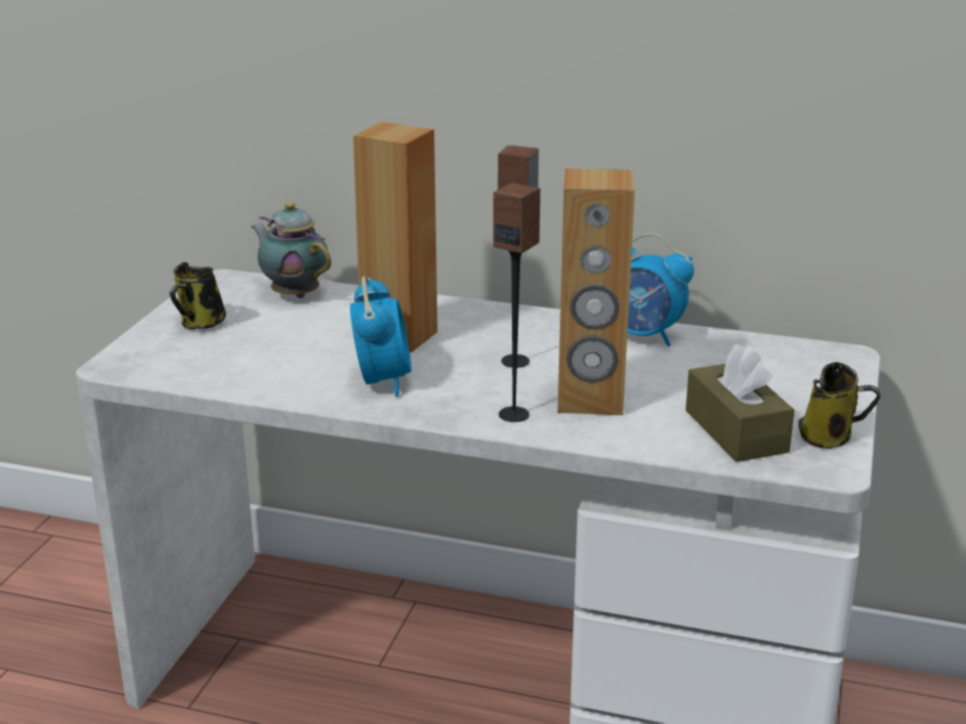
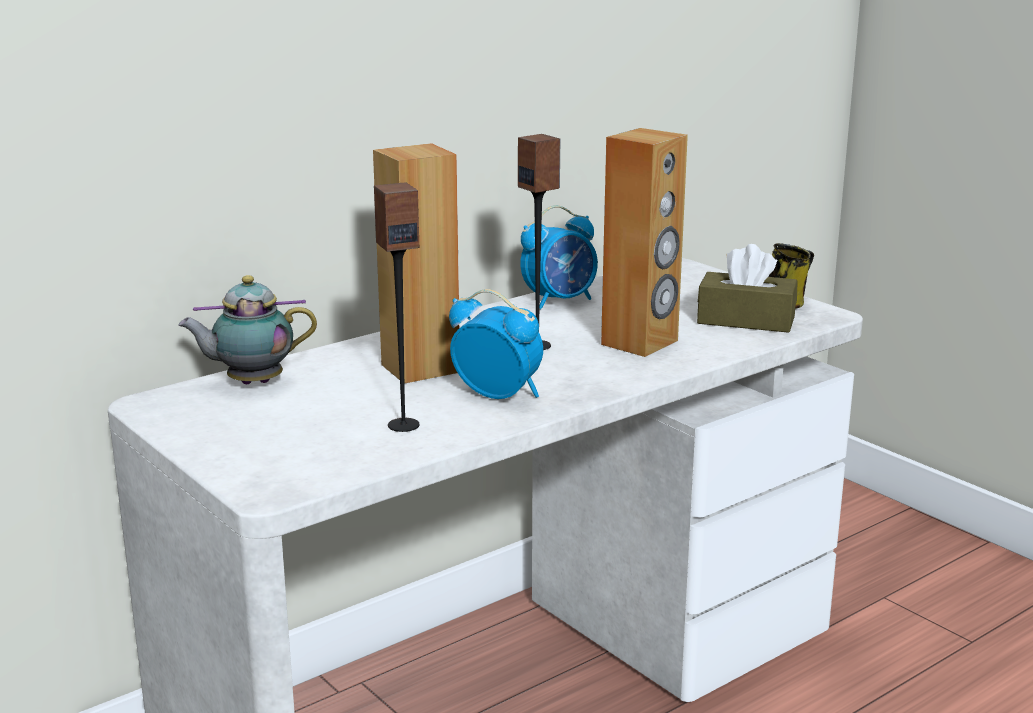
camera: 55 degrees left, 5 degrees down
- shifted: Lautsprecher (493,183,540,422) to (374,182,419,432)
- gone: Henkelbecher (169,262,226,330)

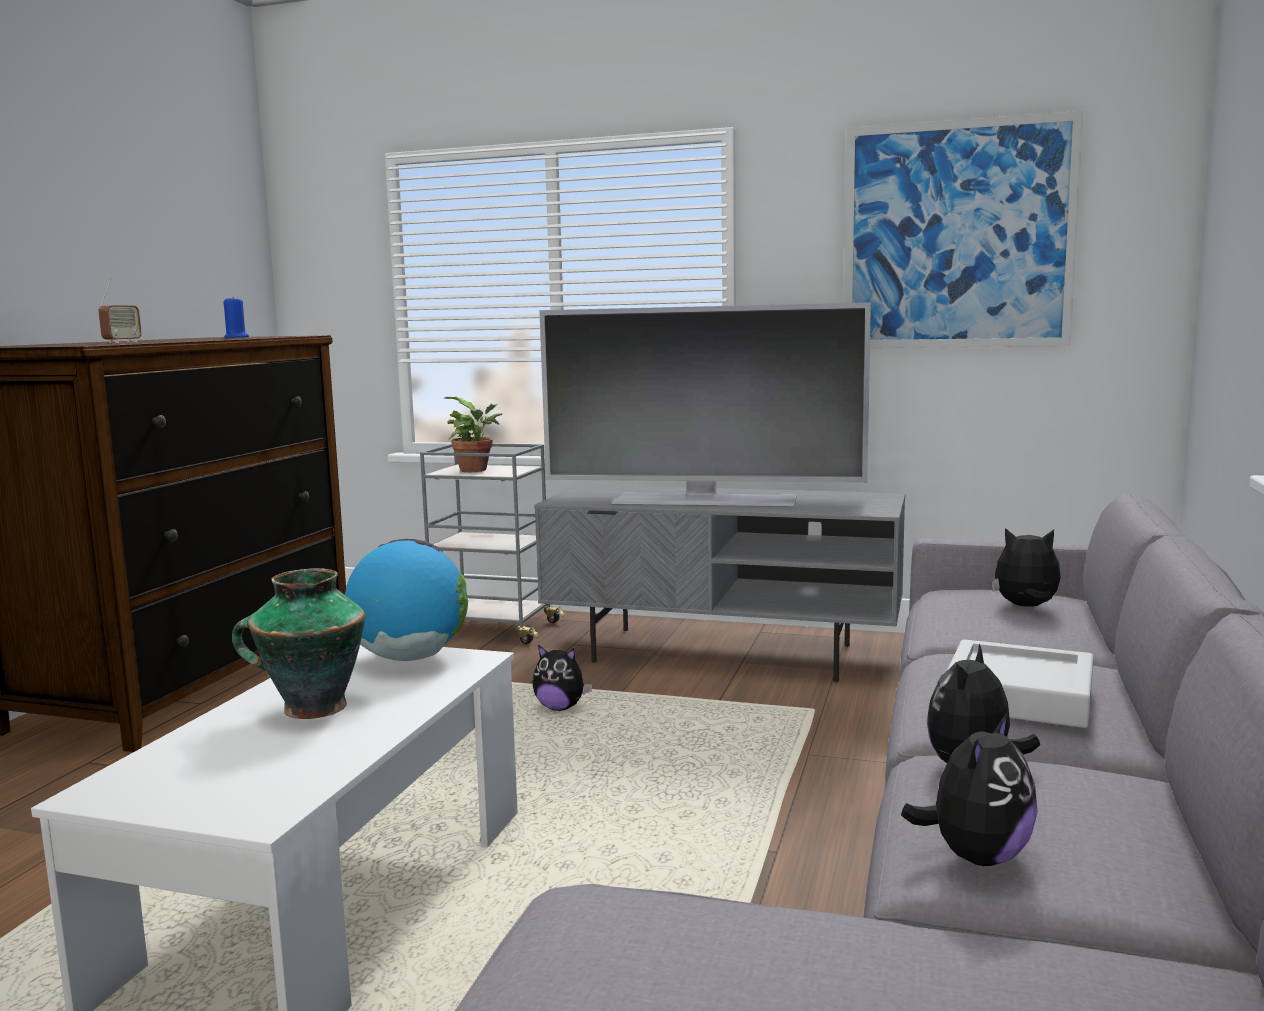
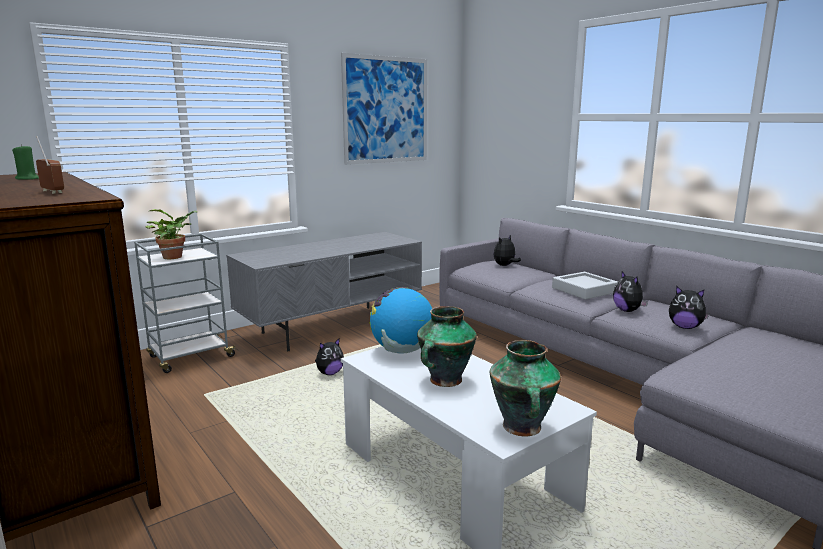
camera: 55 degrees left, 5 degrees up
- repainted: Kerze [blau] (223,297,249,338) to Kerze [grün] (12,144,39,180)
- new: Vase (490,340,561,436)
- rotated: Plüschtier (901,713,1038,866) = (669,286,709,329) 135 degrees clockwise
- gone: Fernseher (539,302,871,508)

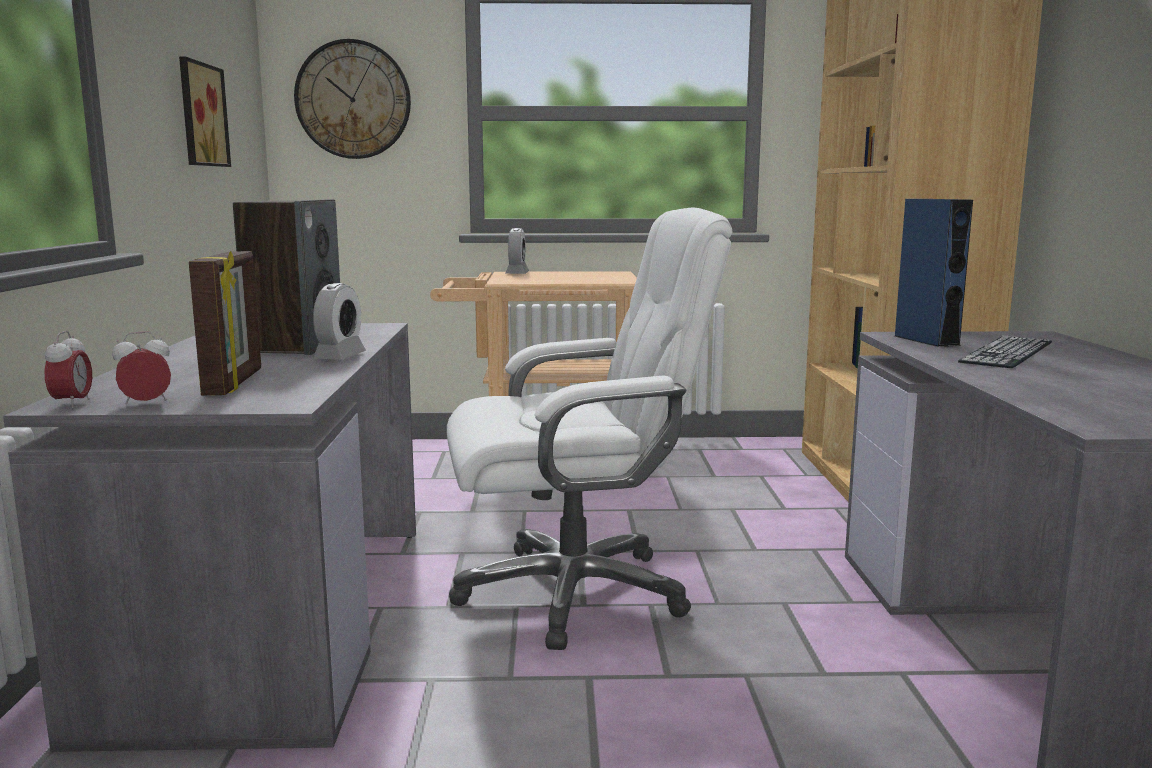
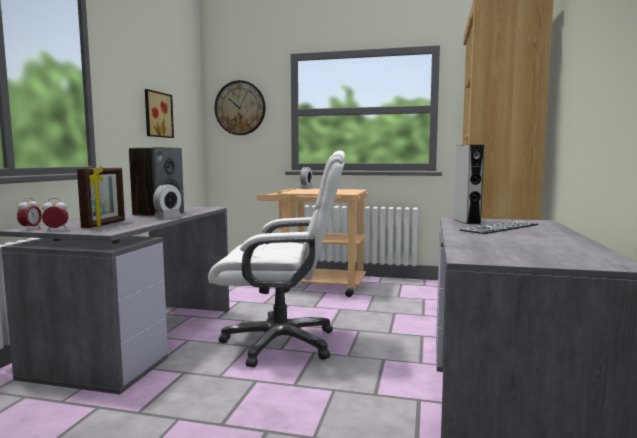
camera: 15 degrees right, 5 degrees down
- repainted: Lautsprecher [blau] (894,199,973,347) to Lautsprecher [grau] (453,145,484,225)

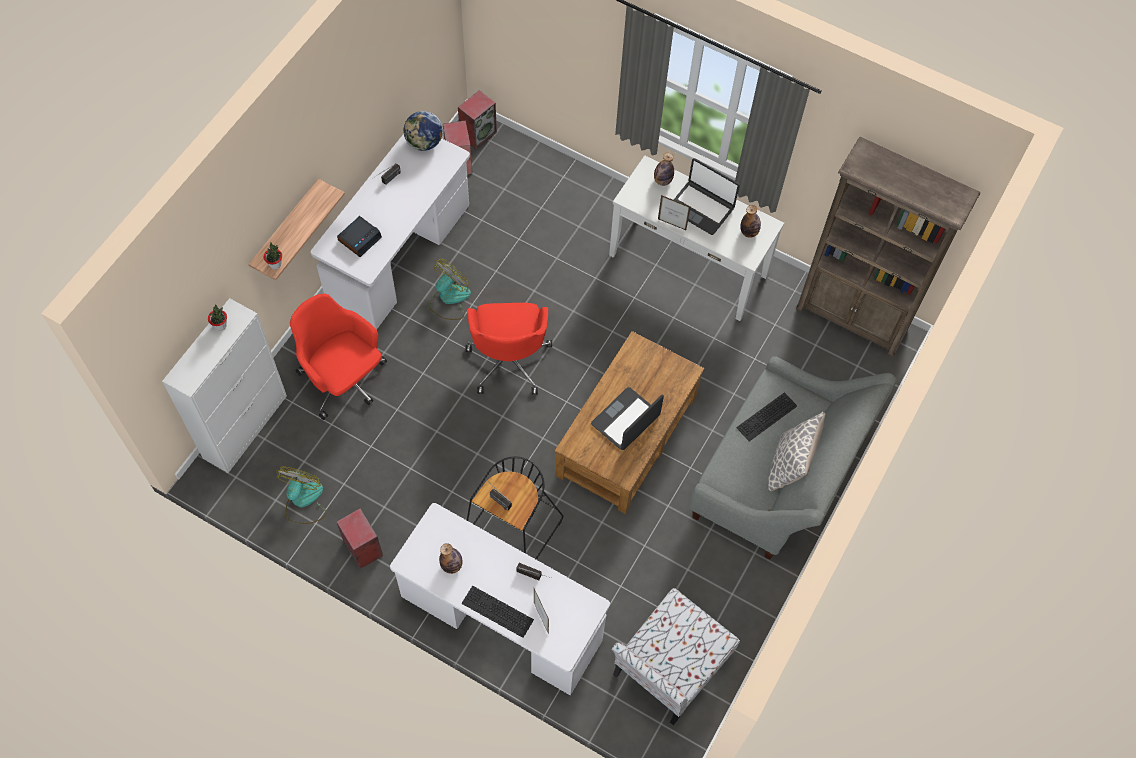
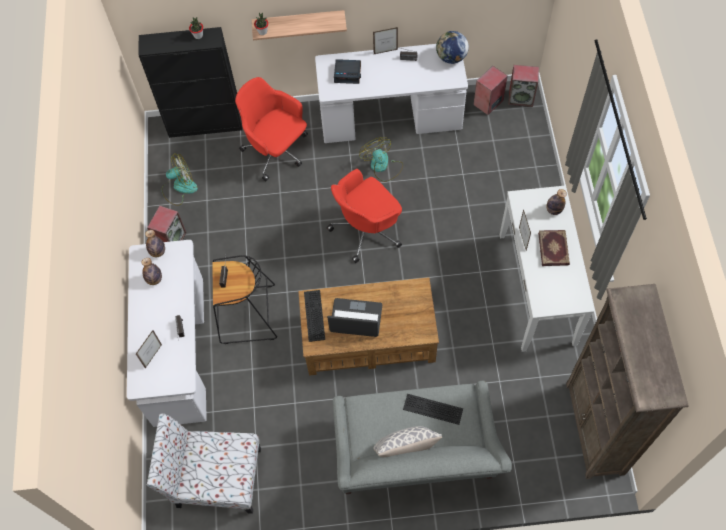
camera: 60 degrees right, 0 degrees up
- repainted: Schrank [weiß] (162,298,287,473) to Schrank [schwarz] (138,27,243,138)
- shifted: Flasche (740,205,761,238) to (145,230,165,257)
- rotated: Bürostuhl [rot] (290,294,387,420) = (235,77,308,181) 60 degrees counterclockwise
- shifted: Tastatur (461,585,534,638) to (304,290,325,342)
- rotated: Ventilator (430,258,471,320) = (359,137,403,182) 120 degrees counterclockwise
- new: Bilderrahmen (373,27,398,54)
- swapped: Laptop (674,158,740,235) to Buch (538,230,570,266)

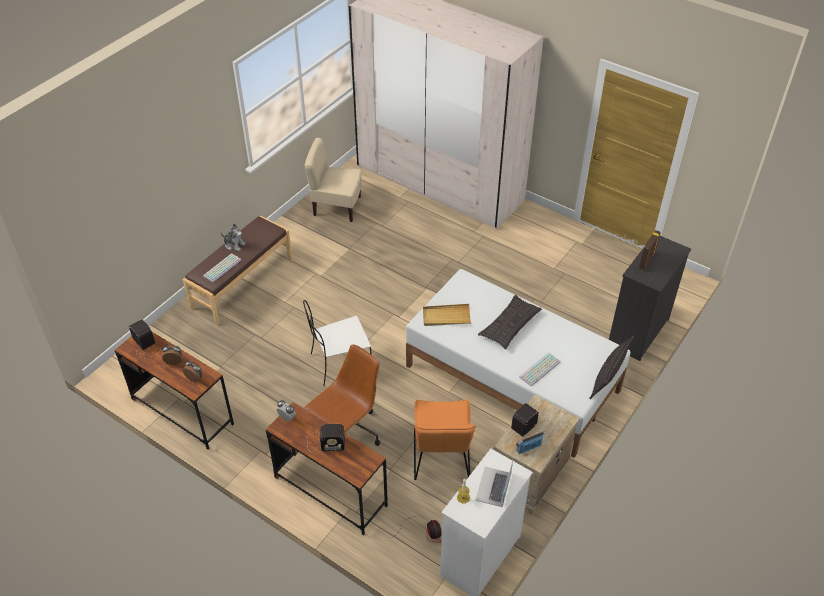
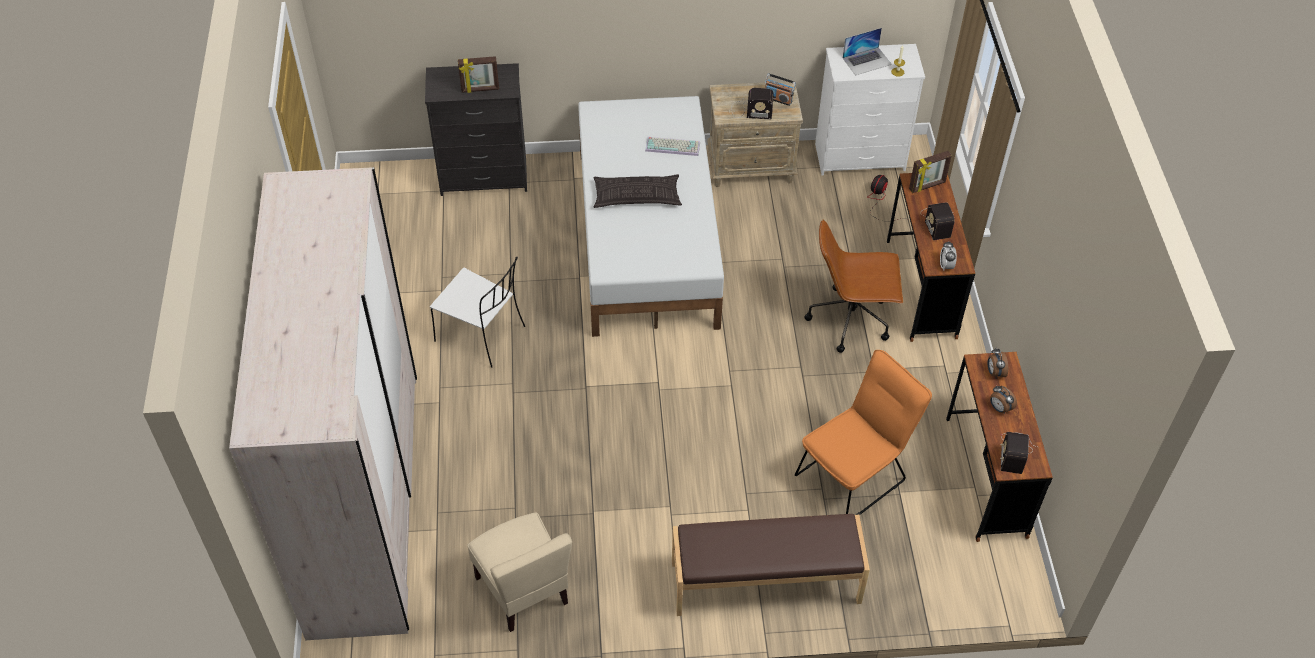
camera: 130 degrees left, 5 degrees up
- shifted: Stuhl [weiß] (303,300,371,386) to (430,257,525,368)
- shifted: Stuhl [orange] (414,400,476,480) to (795,350,932,515)
- new: Bilderrahmen (909,151,952,193)
- rotated: Radio (307,424,345,452) = (920,202,954,240) 150 degrees counterclockwise
- gone: Tastatur (203,253,241,282)
- gone: Plüschtier (220,224,246,251)
- gone: Tablett [beige] (423,304,471,326)
- gone: Kissen (589,335,634,399)

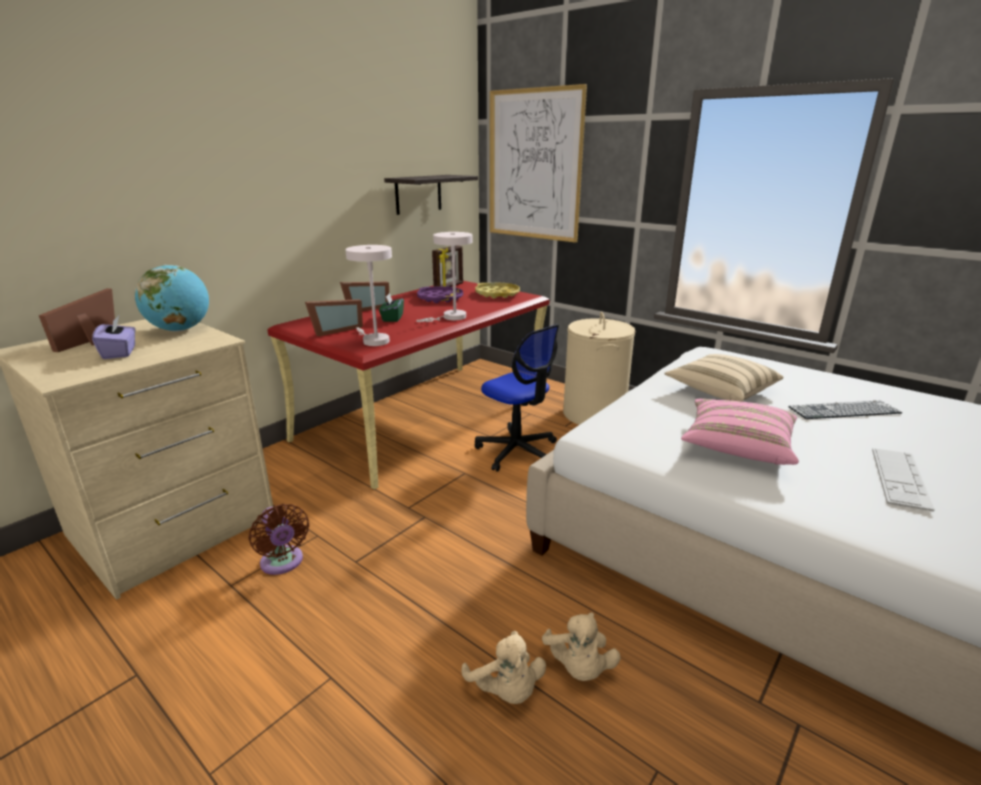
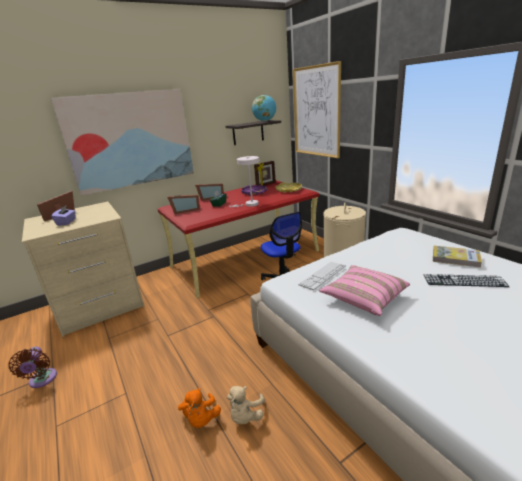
camera: 20 degrees right, 0 degrees up
- shifted: Ventilator [braun] (249,504,309,575) to (8,347,57,388)
- new: Bild (51,89,194,196)
- repainted: Plüschtier [beige] (461,631,546,704) to Plüschtier [orange] (178,388,221,428)
- shifted: Globus (135,265,209,332) to (252,95,276,121)
- shifted: Tastatur (872,448,935,512) to (298,262,346,290)
- new: Buch (433,246,482,268)
- gone: Tischlampe [weiß] (345,245,392,346)
- gone: Kissen [beige] (664,354,783,401)

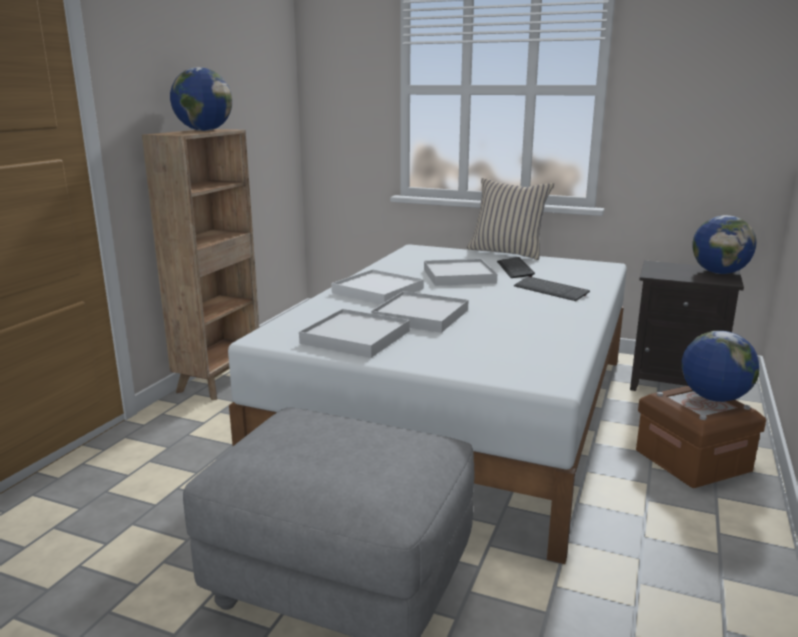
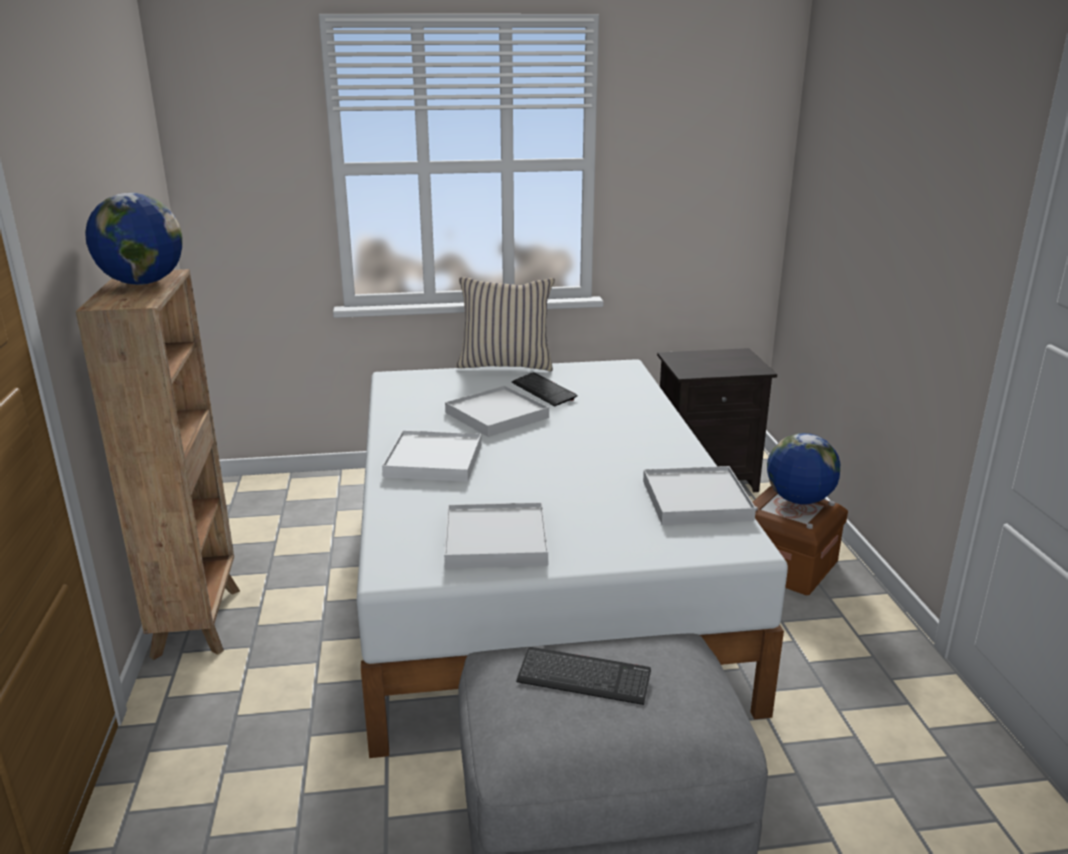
camera: 30 degrees left, 5 degrees up
- shifted: Tastatur (514,277,590,301) to (516,647,651,705)
- shifted: Tablett [weiß] (371,291,469,333) to (643,466,756,525)
- gone: Globus (692,215,757,274)

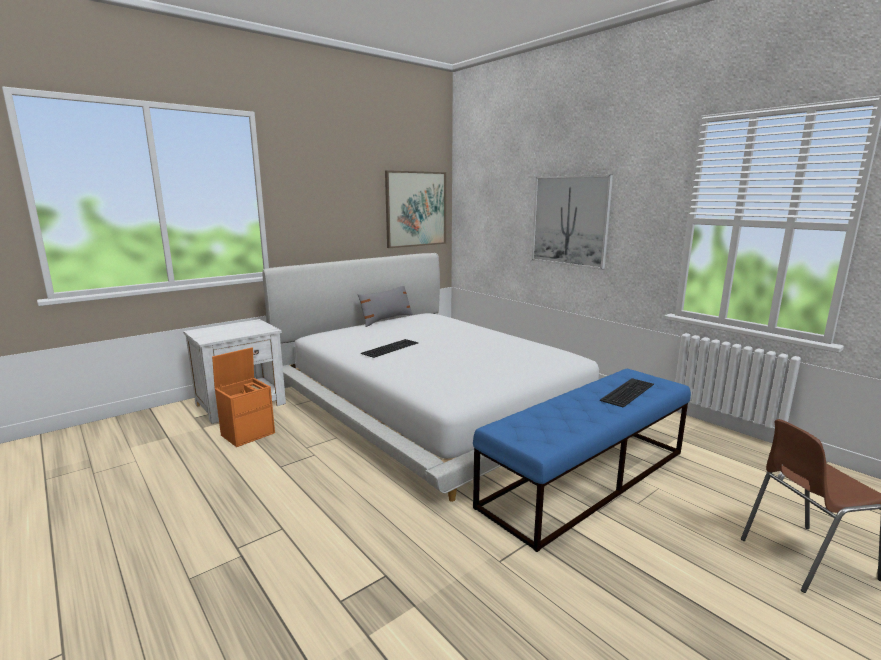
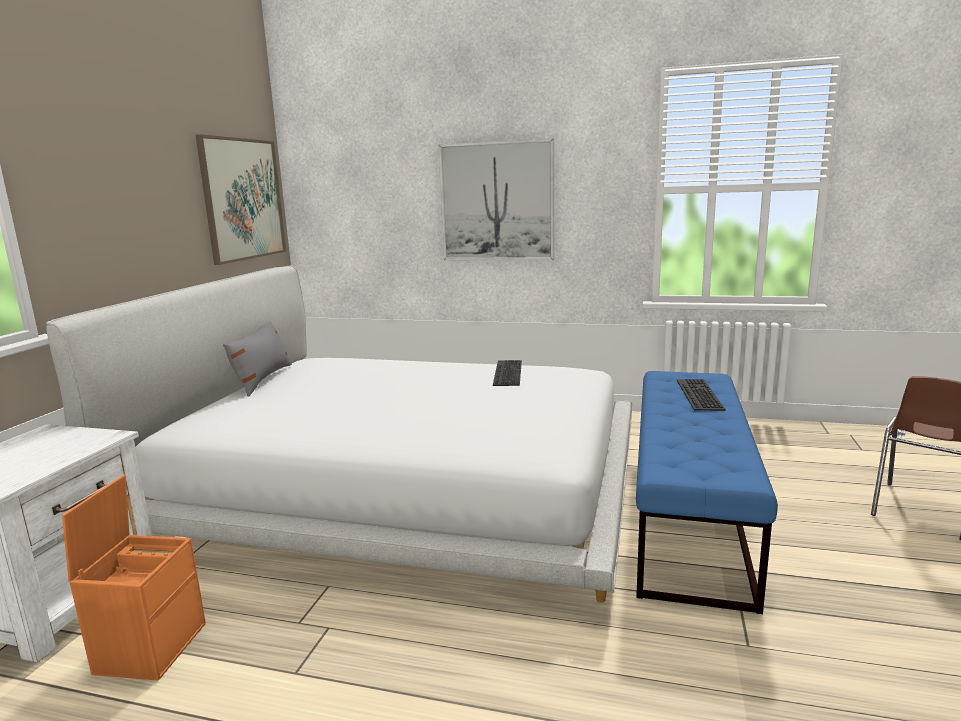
camera: 35 degrees left, 0 degrees up
- shifted: Tastatur (361,339,418,358) to (493,360,522,386)

